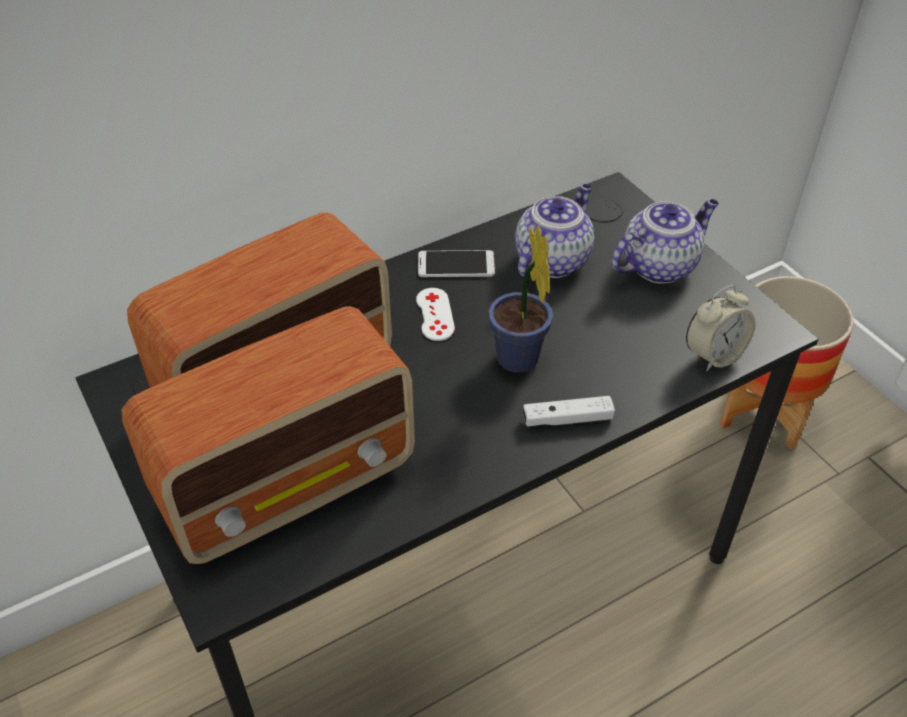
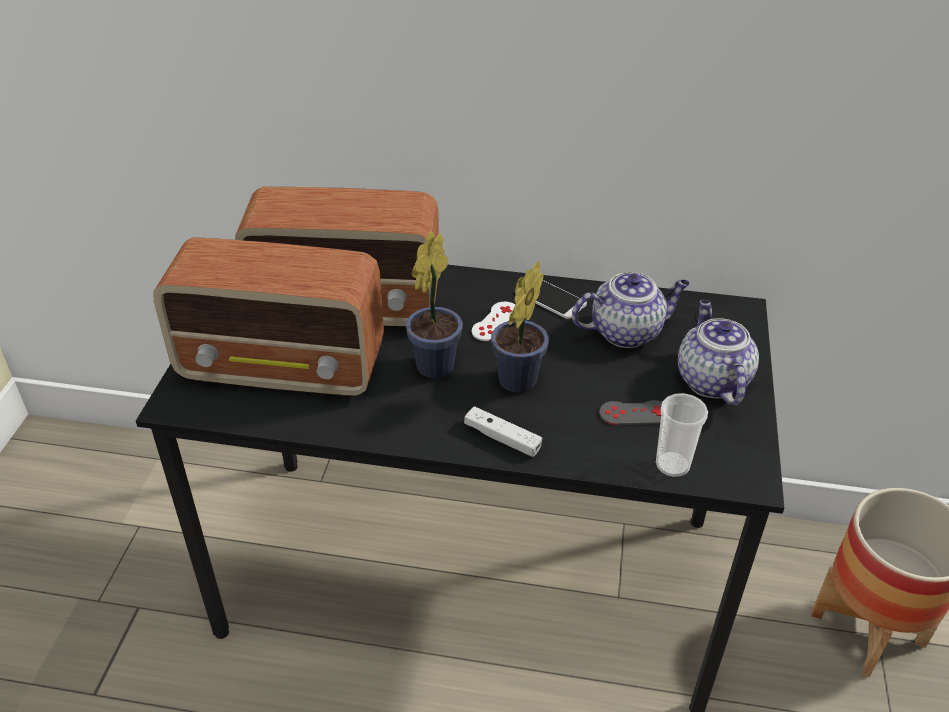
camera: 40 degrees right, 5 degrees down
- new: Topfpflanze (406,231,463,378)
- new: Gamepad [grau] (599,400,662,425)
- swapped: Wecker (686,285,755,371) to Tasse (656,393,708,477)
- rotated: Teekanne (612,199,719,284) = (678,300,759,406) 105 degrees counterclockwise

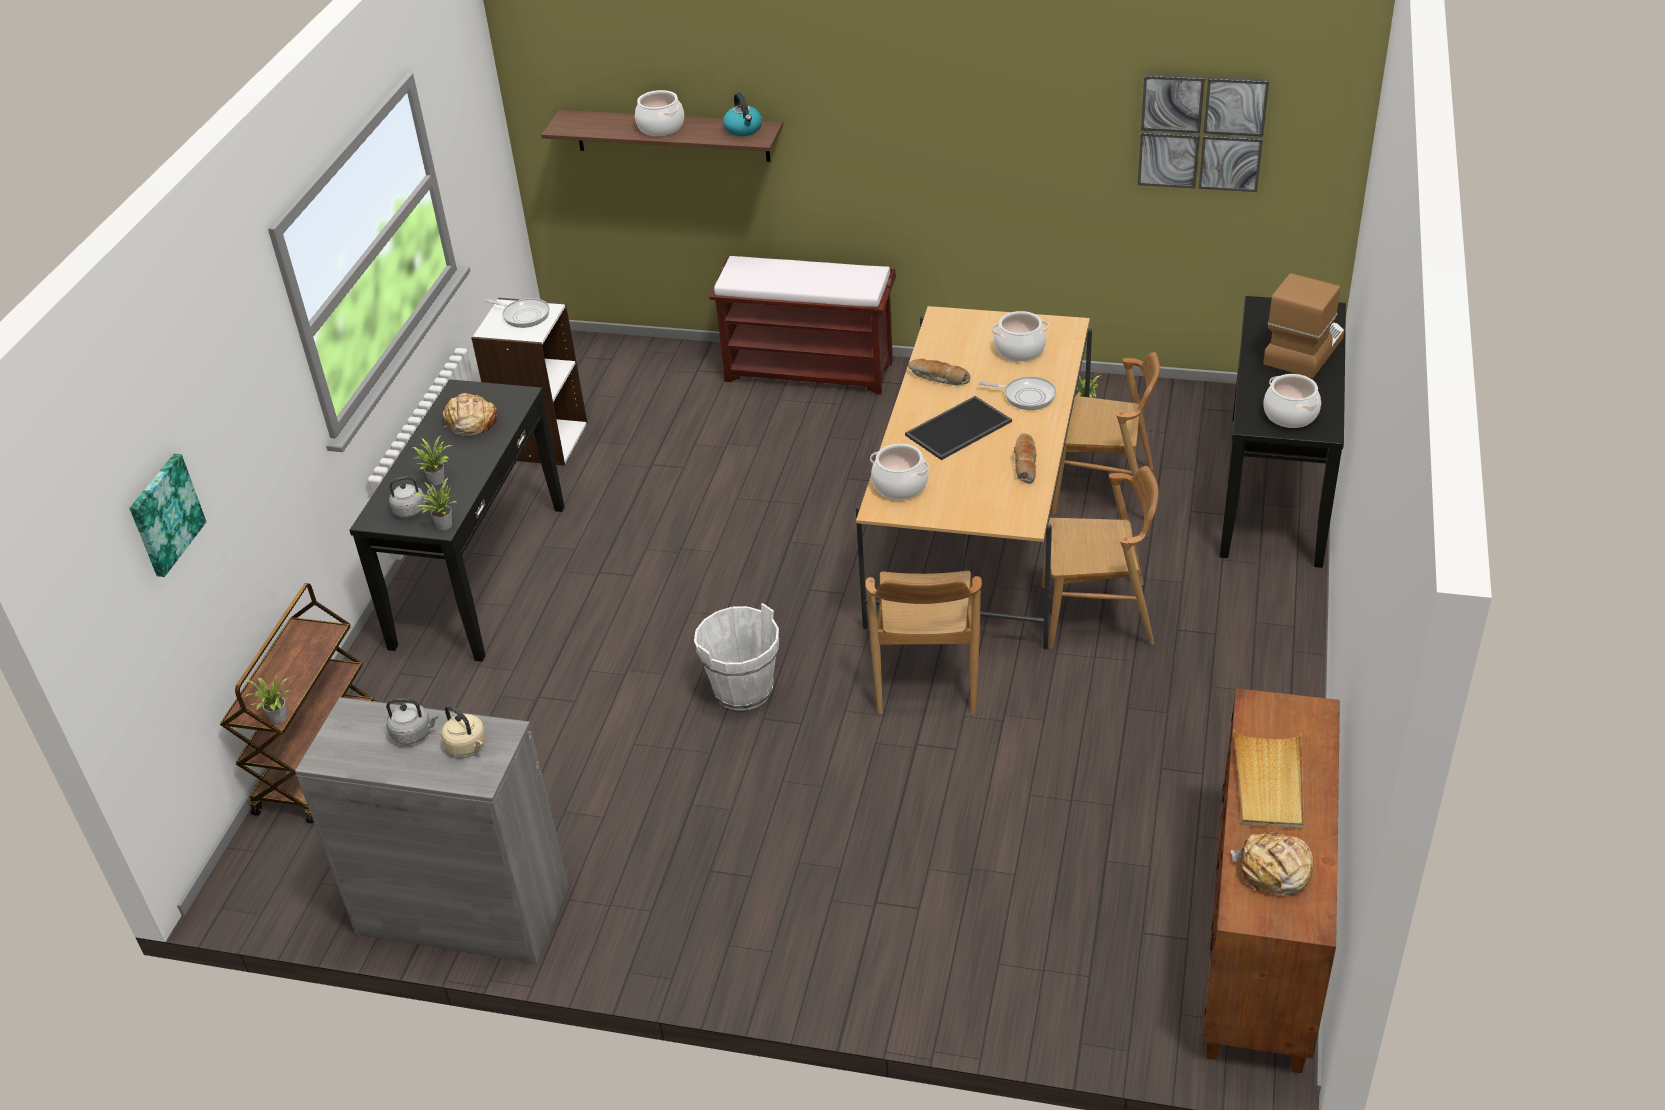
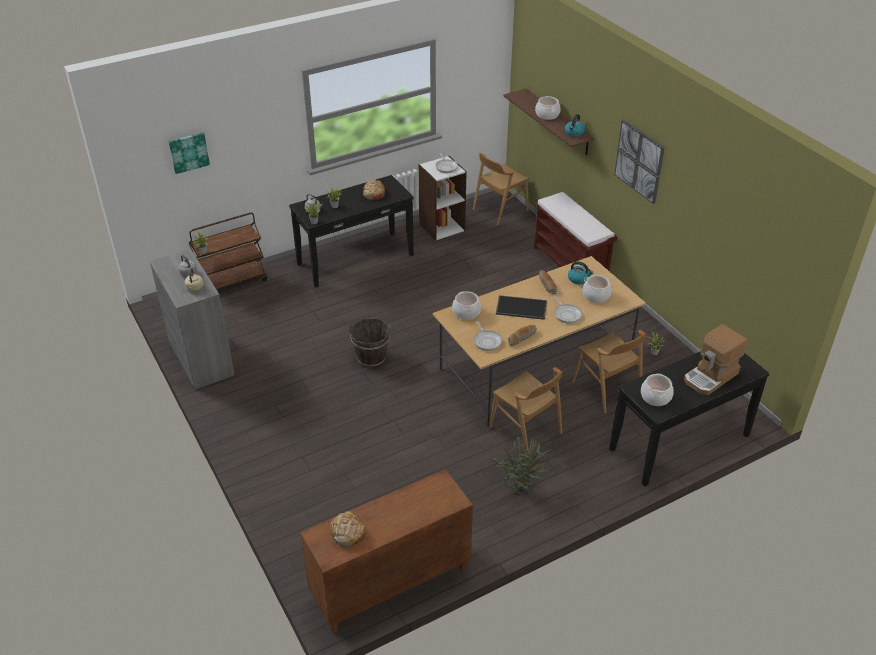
camera: 45 degrees right, 0 degrees up
- repainted: Eimer [weiß] (694,603,779,710) to Eimer [braun] (349,318,391,367)
- shifted: Stuhl [braun] (865,570,982,715) to (473,153,529,226)
- new: Pfanne (474,321,502,351)
- new: Topfpflanze (493,437,552,492)
- new: Wasserkessel (568,261,593,284)
- shifted: Bild (1138,74,1269,192) to (614,120,665,204)
- rotated: Kaffeemaschine (1263,273,1344,378) = (684,324,747,395) 150 degrees clockwise
- gone: Tablett [beige] (1234,729,1304,829)

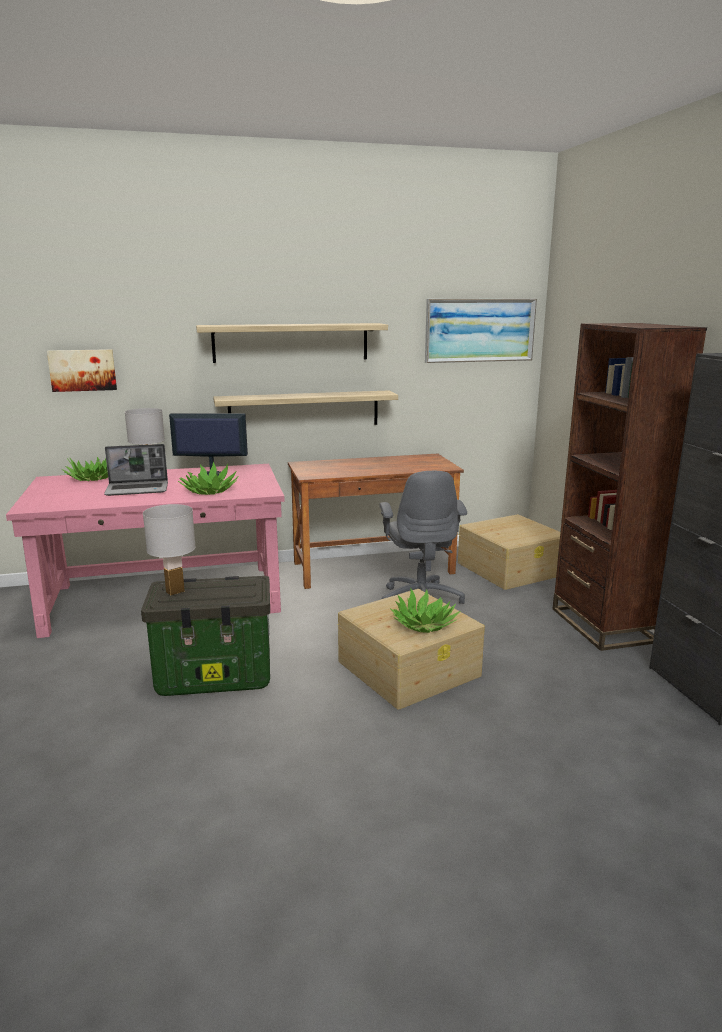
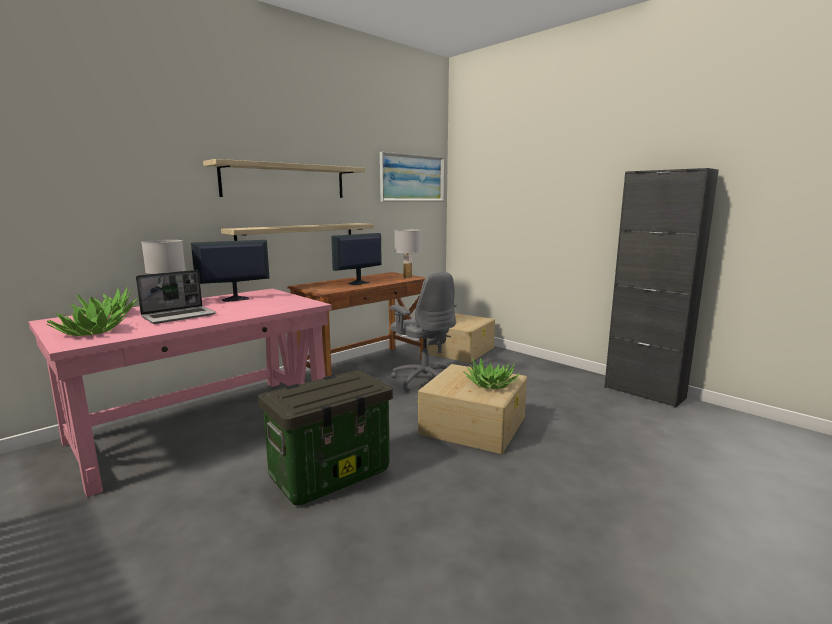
camera: 30 degrees left, 5 degrees down
- shifted: Topfpflanze (178,462,239,495) to (46,299,129,336)
- new: Monitor (331,233,382,285)
- shifted: Tischlampe [weiß] (143,504,196,595) to (394,229,421,279)
- gone: Bild (47,349,117,392)
- gone: Bücherregal [braun] (553,323,707,651)

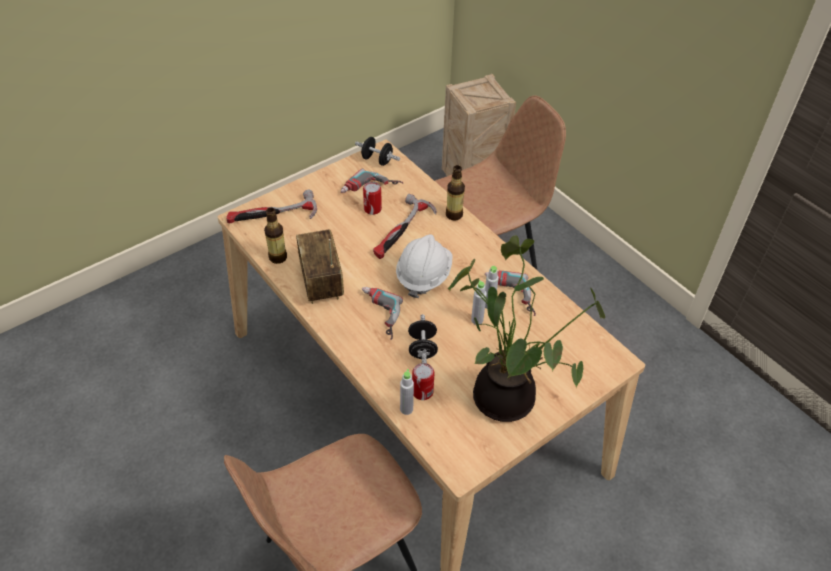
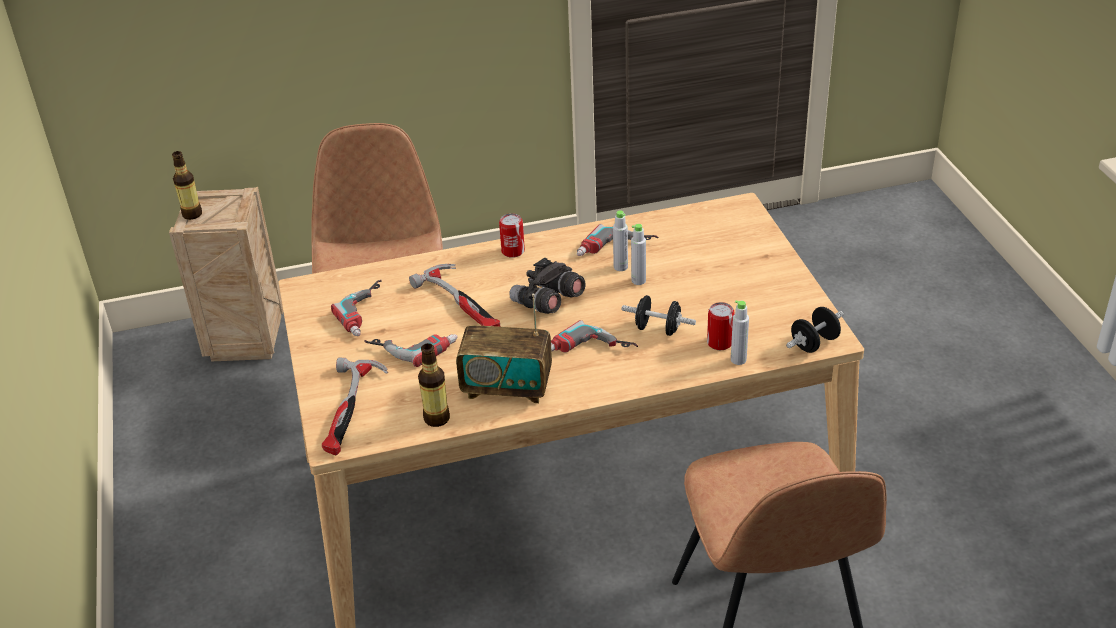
camera: 65 degrees left, 10 degrees down
- shifted: Flasche (446,165,465,221) to (172,151,202,220)
- new: Bohrmaschine (364,334,458,367)
- shifted: Dose (363,182,382,215) to (499,213,525,258)
- swapped: Schutzhelm [weiß] (396,234,452,298) to Fernglas [grau] (510,258,585,314)
- shifted: Hantel [schwarz] (355,137,400,166) to (786,307,844,353)
- gone: Topfpflanze (448,235,605,422)

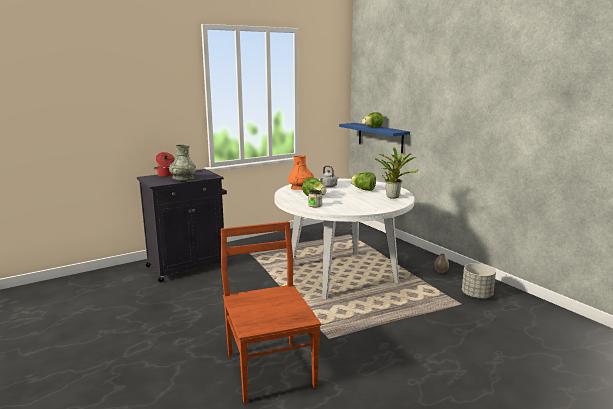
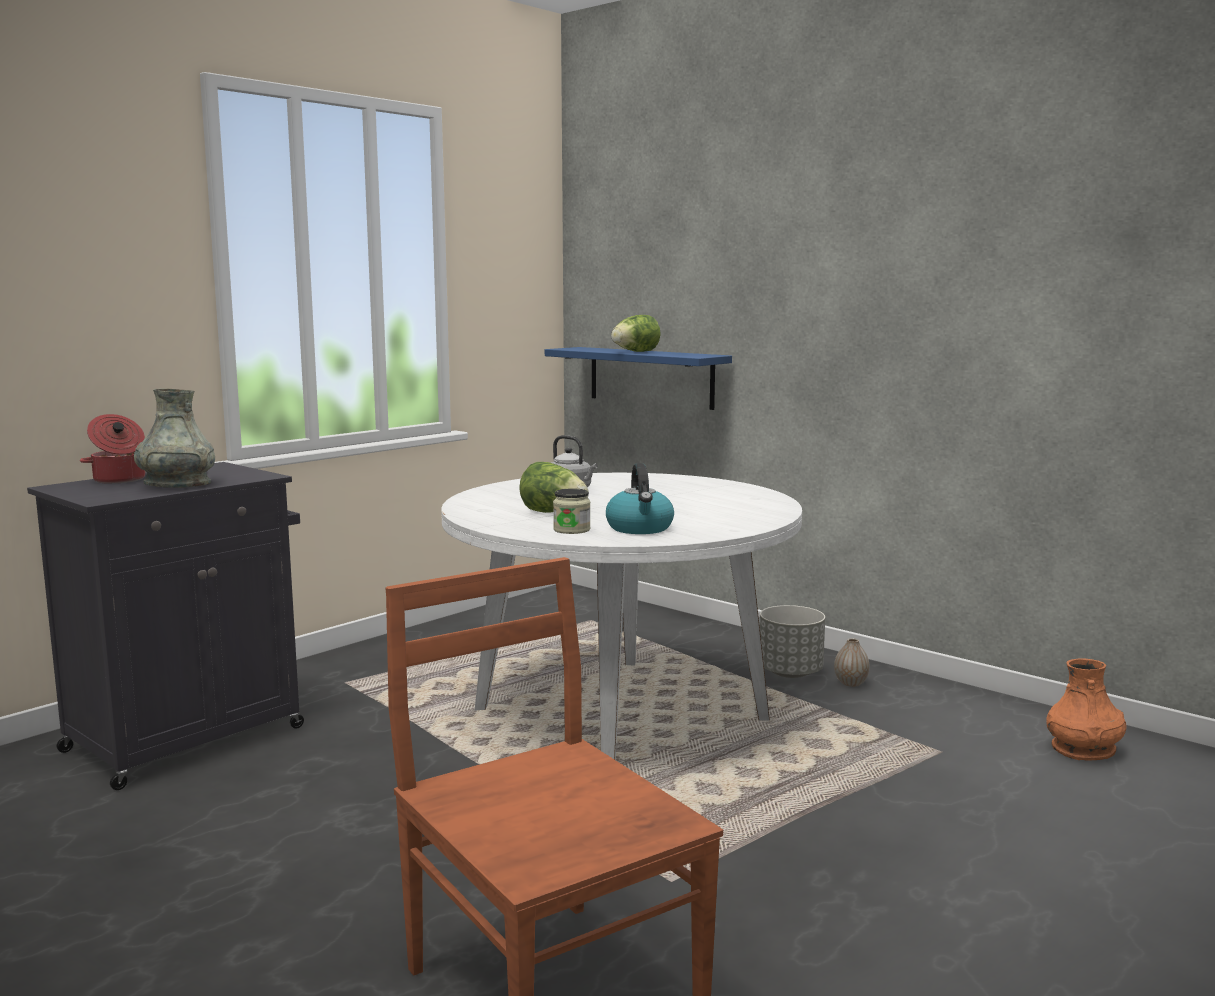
camera: 15 degrees left, 5 degrees down
- new: Wasserkessel (606,463,674,534)
- shifted: Pflanzkübel [grau] (462,263,496,299) to (760,605,825,678)
- shifted: Vase [orange] (288,155,314,190) to (1046,658,1127,760)
- gone: Salatkopf (350,172,376,191)
- gone: Topfpflanze (375,147,419,199)

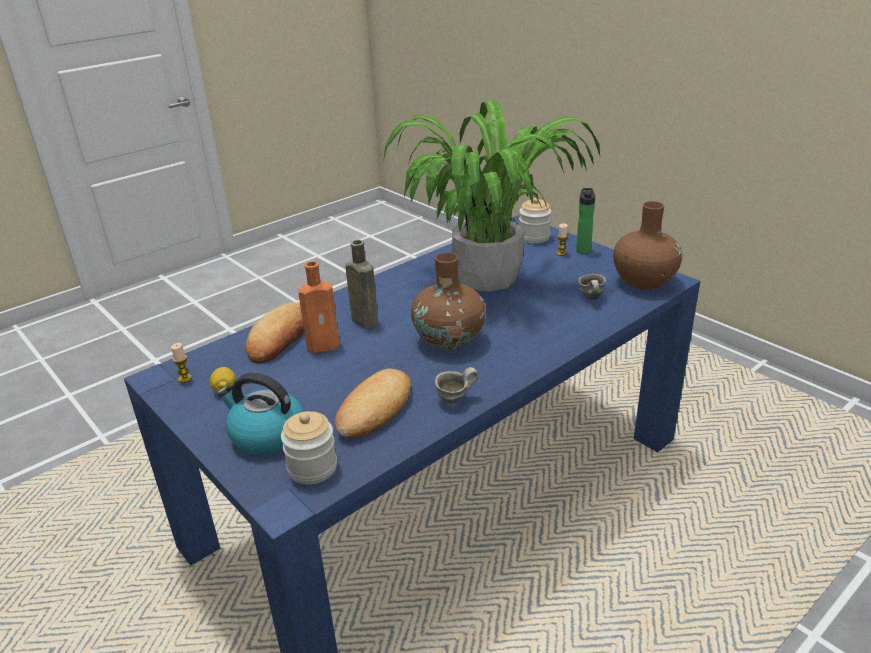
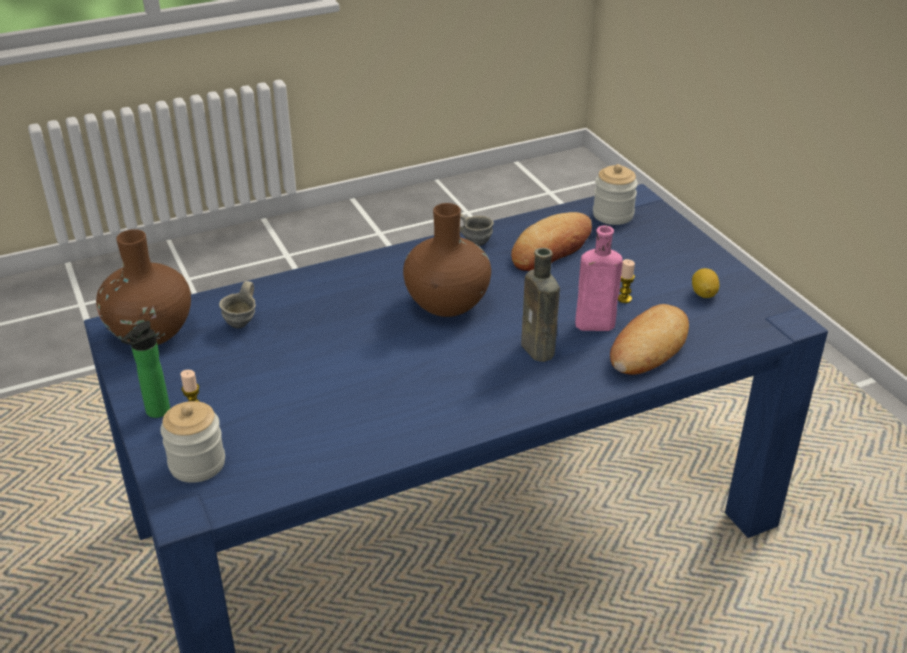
camera: 165 degrees left, 5 degrees up
- repainted: Flasche [orange] (298,261,340,353) to Flasche [rosa] (575,226,623,331)
- shifted: Kerze (171,343,192,383) to (618,259,635,303)
- gone: Wasserkessel (217,373,303,455)
- gone: Topfpflanze (383,99,600,292)

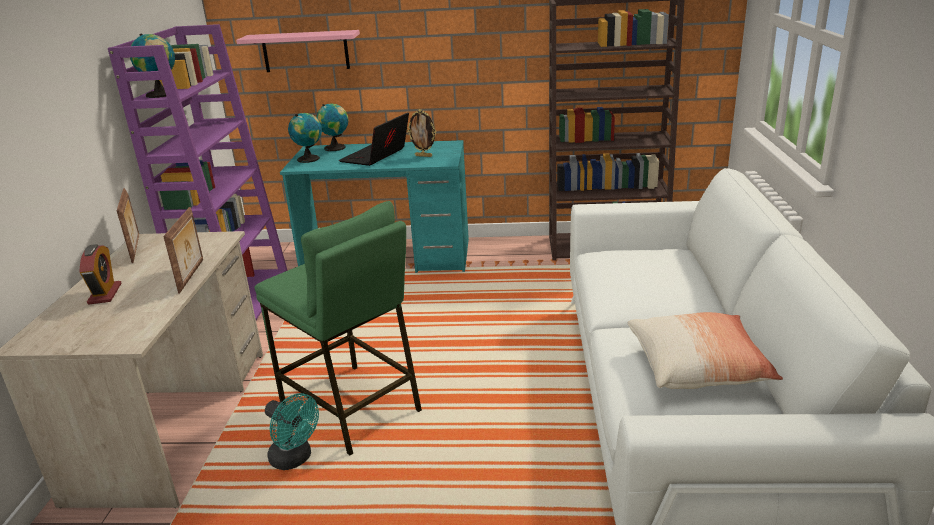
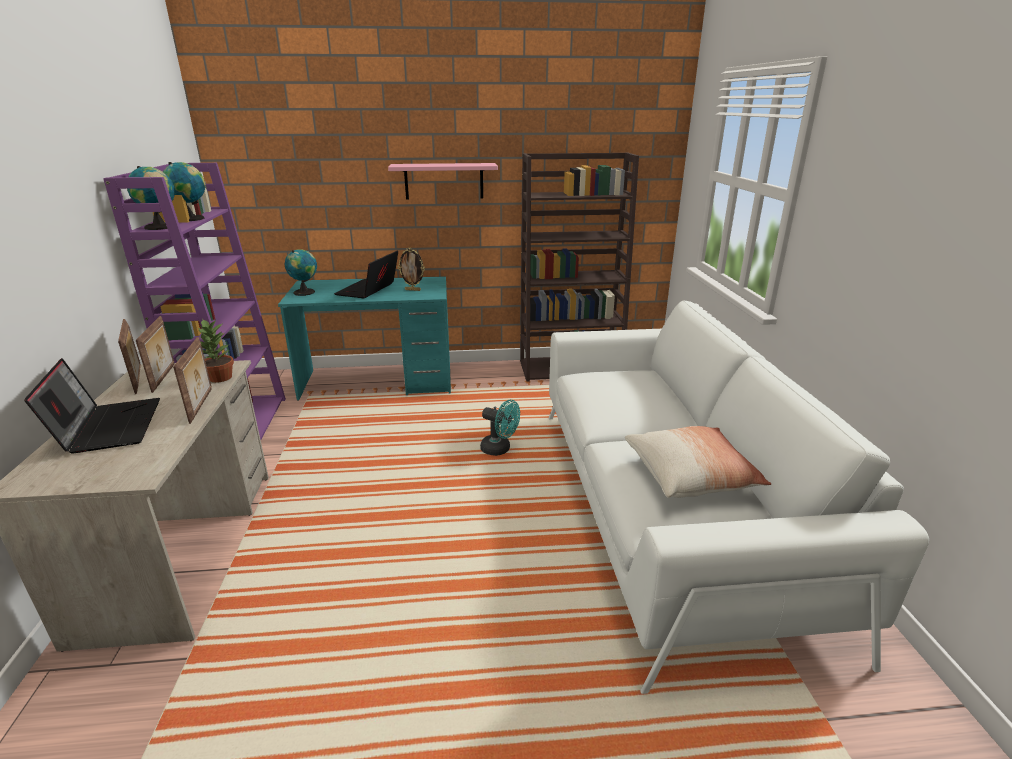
camera: 10 degrees left, 0 degrees up
- swapped: Wecker (80,244,122,304) to Laptop (24,358,160,454)
- new: Bilderrahmen (136,316,174,393)
- shifted: Globus (316,103,349,151) to (163,162,205,221)
- new: Topfpflanze (196,320,234,383)
- shifted: Wandregal [rosa] (236,30,360,72) to (388,163,498,200)
- shifted: Ventilator [türkis] (265,393,319,470) to (480,400,520,456)
- gone: Hocker [grün] (255,201,422,455)

